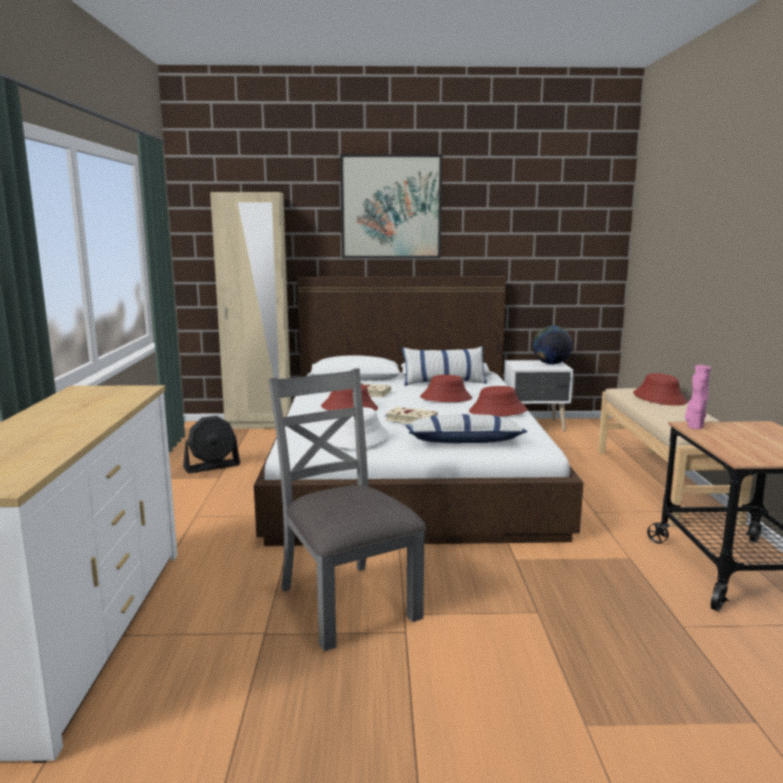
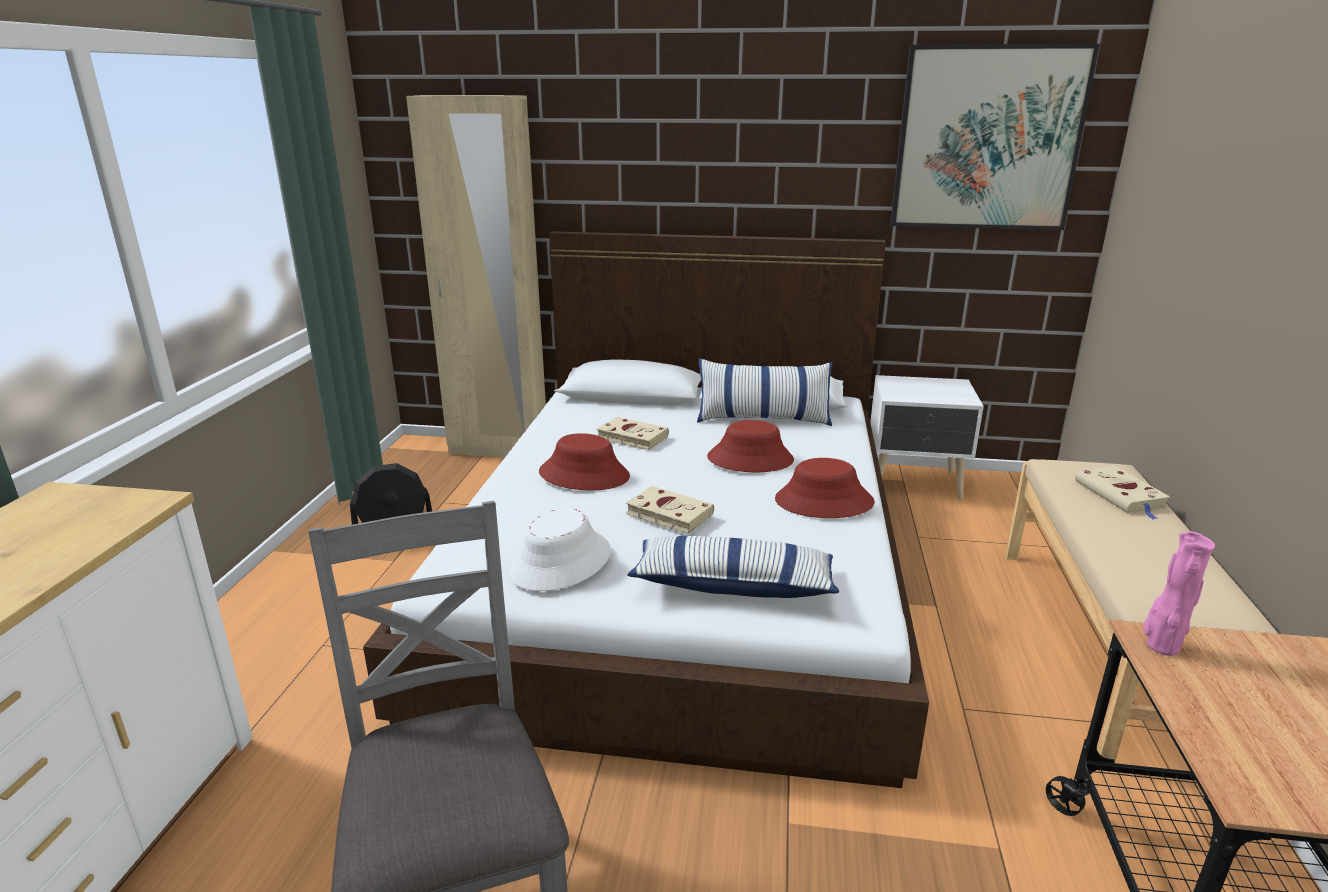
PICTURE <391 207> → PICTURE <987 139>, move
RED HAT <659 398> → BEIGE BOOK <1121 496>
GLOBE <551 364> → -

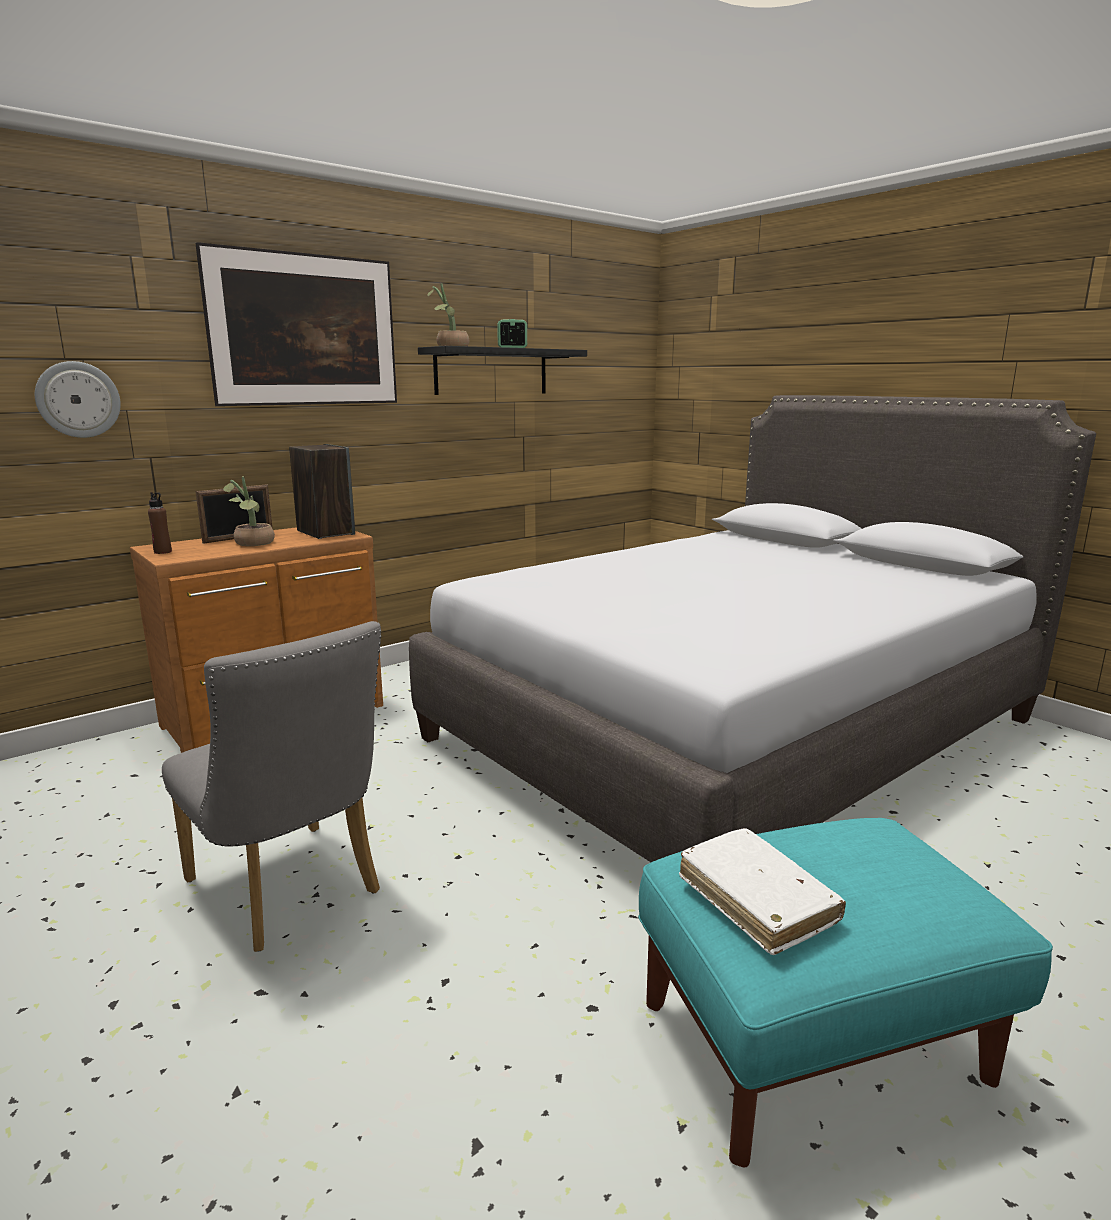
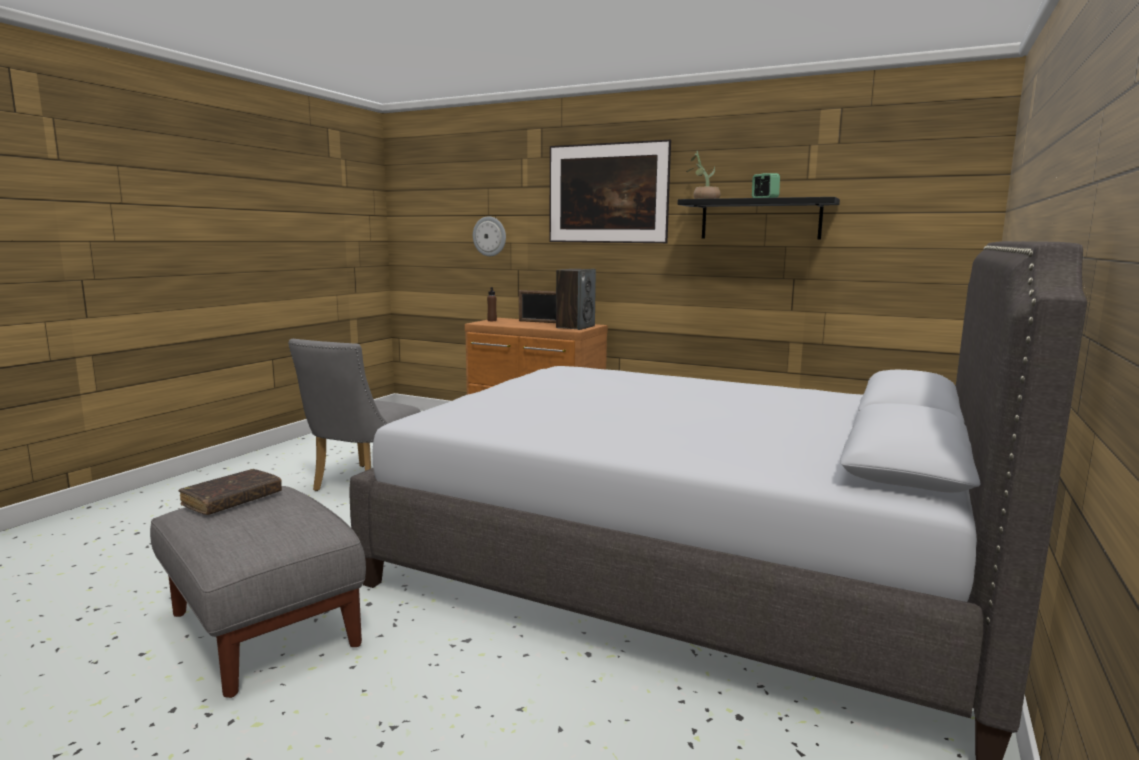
TURQUOISE OTTOMAN <811 1044> → GREY OTTOMAN <263 630>
WHITE BOOK <756 900> → BROWN BOOK <232 500>
POTTED PLANT <252 544> → -

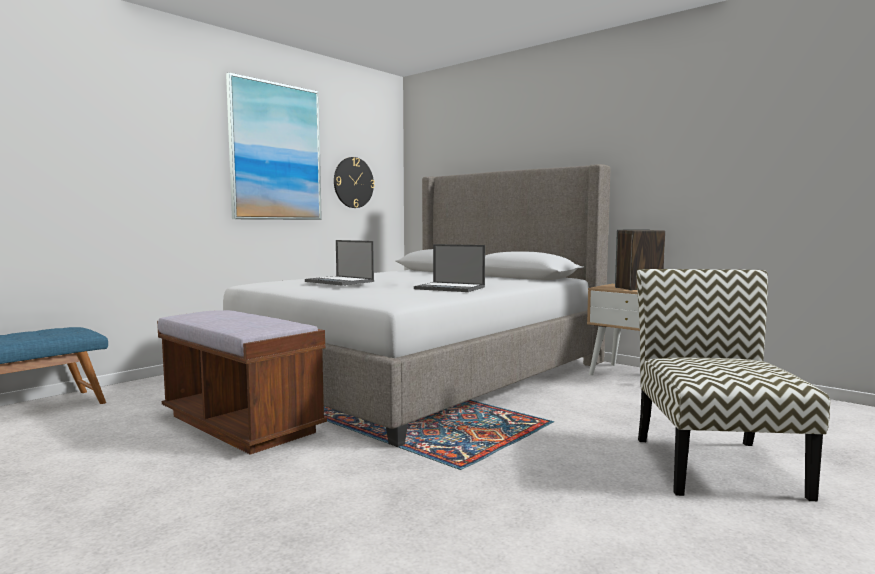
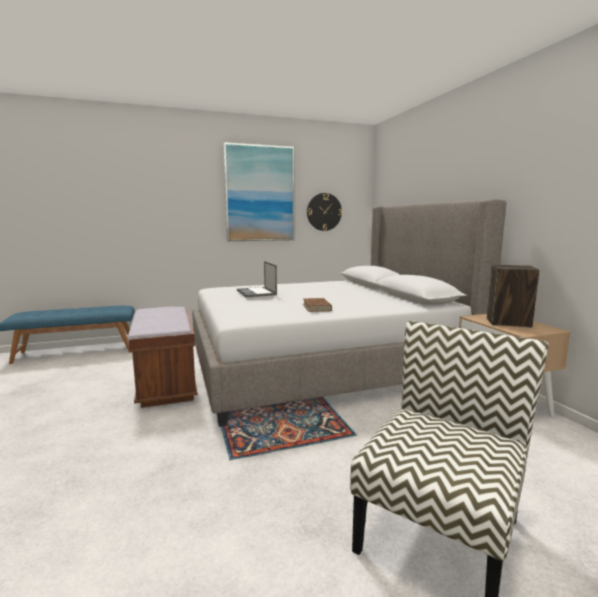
LAPTOP <450 288> → BROWN BOOK <317 307>

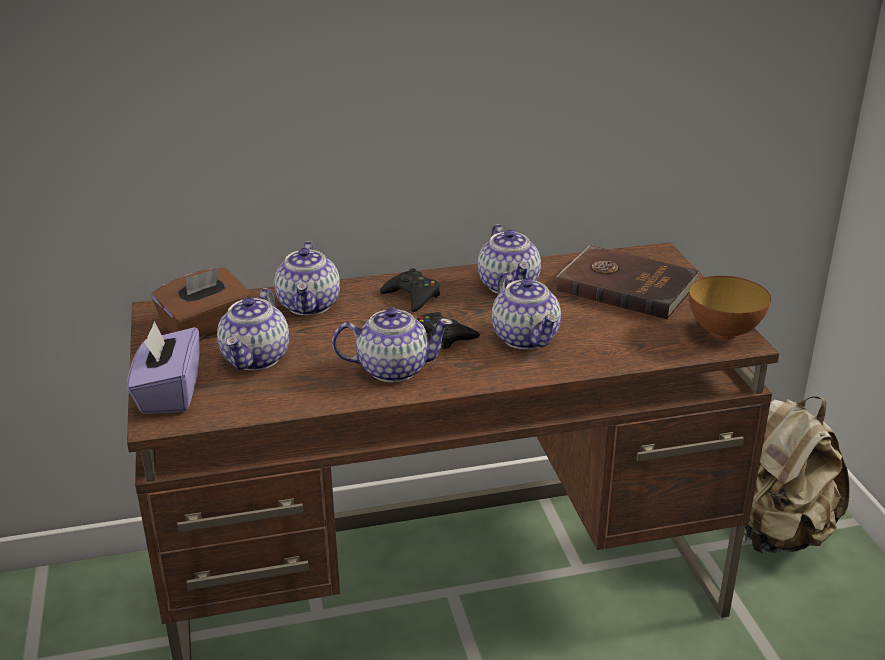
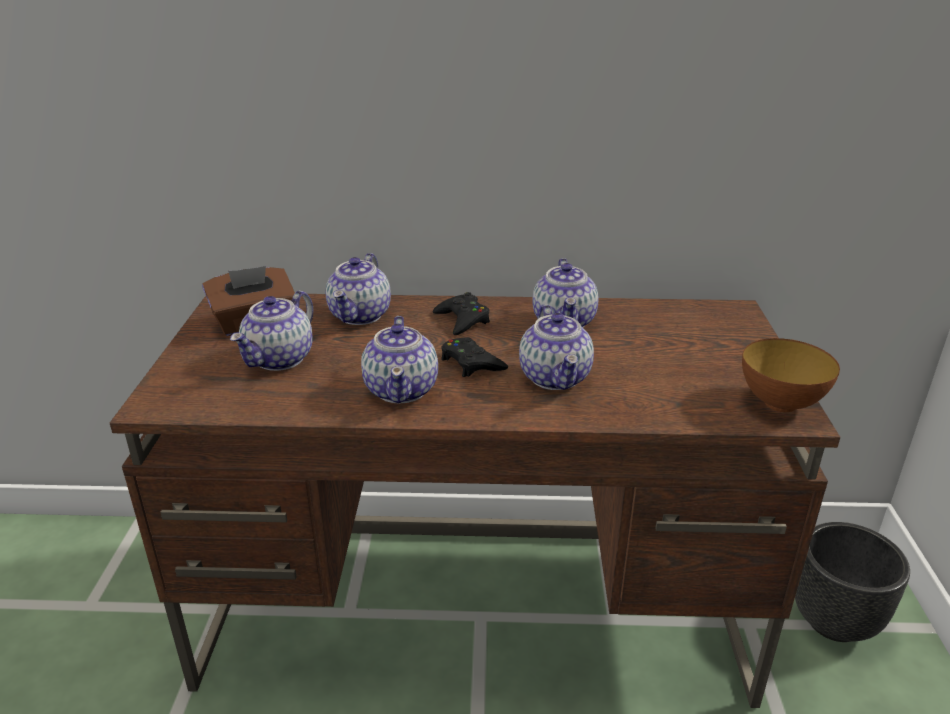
TEAPOT <392 369> → TEAPOT <402 389>, 75 degrees clockwise
BEIGE BACKPACK <774 533> → BLACK PLANTER <835 622>
PURPLE TISSUE BOX <169 393> → -
BROWN BOOK <626 286> → -

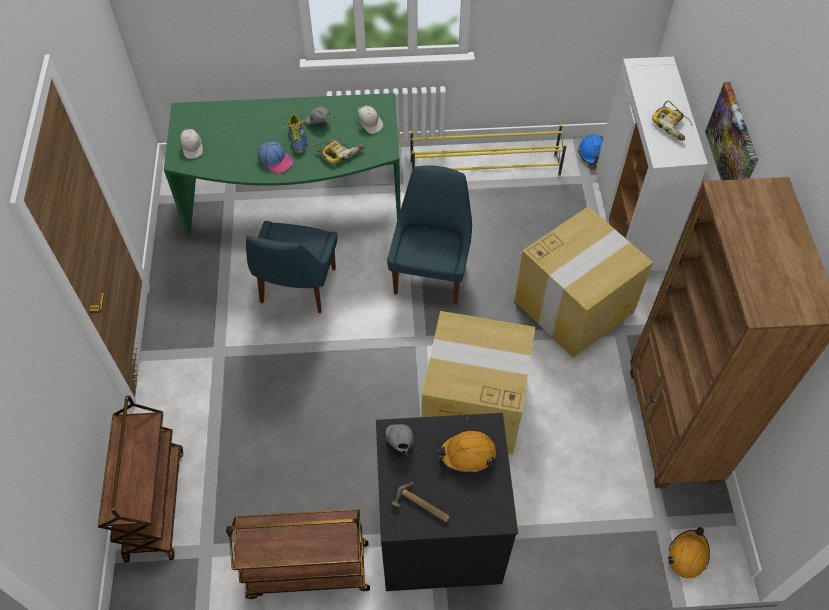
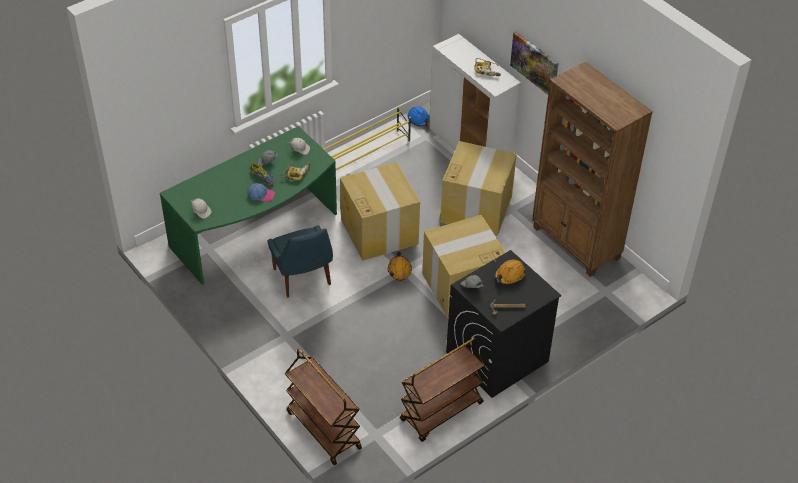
BLUE CHAIR <431 273> → CARDBOARD BOX <379 231>
ORANGE HARD HAT <688 555> → ORANGE HARD HAT <399 270>, move

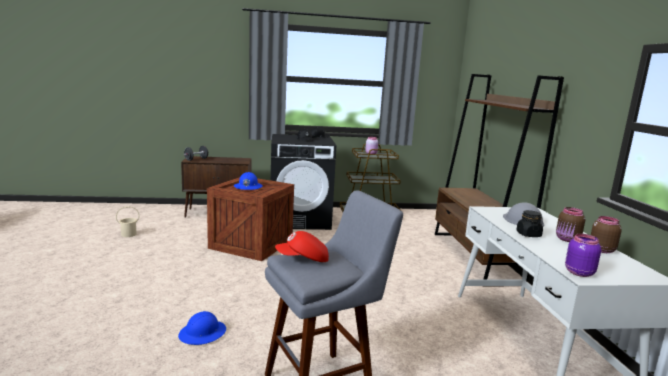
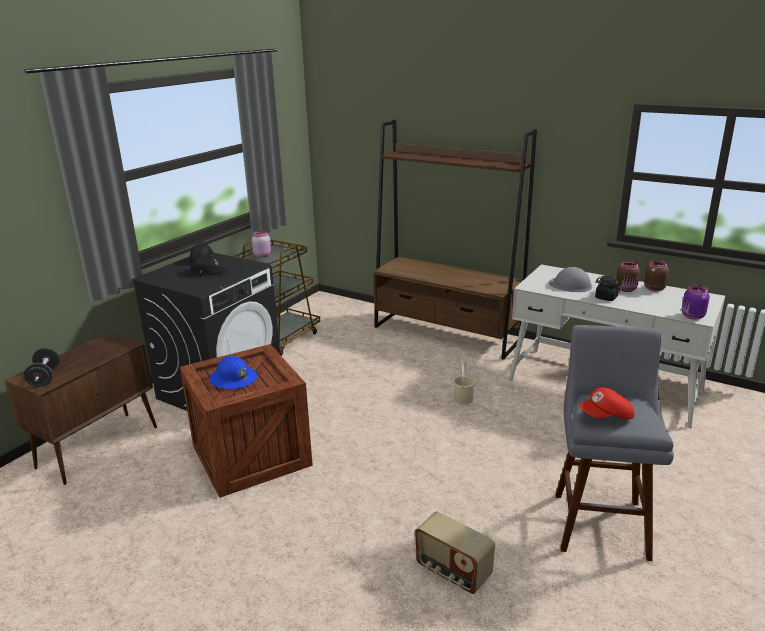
BLUE HARD HAT <202 333> → RADIO <452 572>
BEIGE BUCKET <128 234> → BEIGE BUCKET <463 399>, move
RED CAP <303 259> → RED CAP <606 417>, 45 degrees clockwise

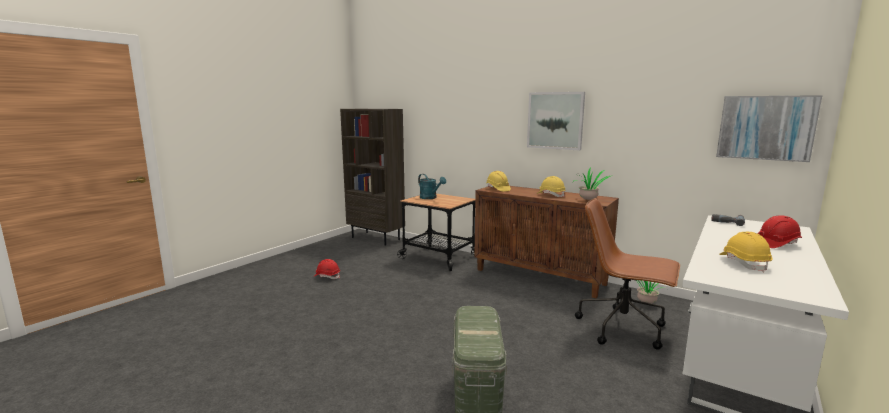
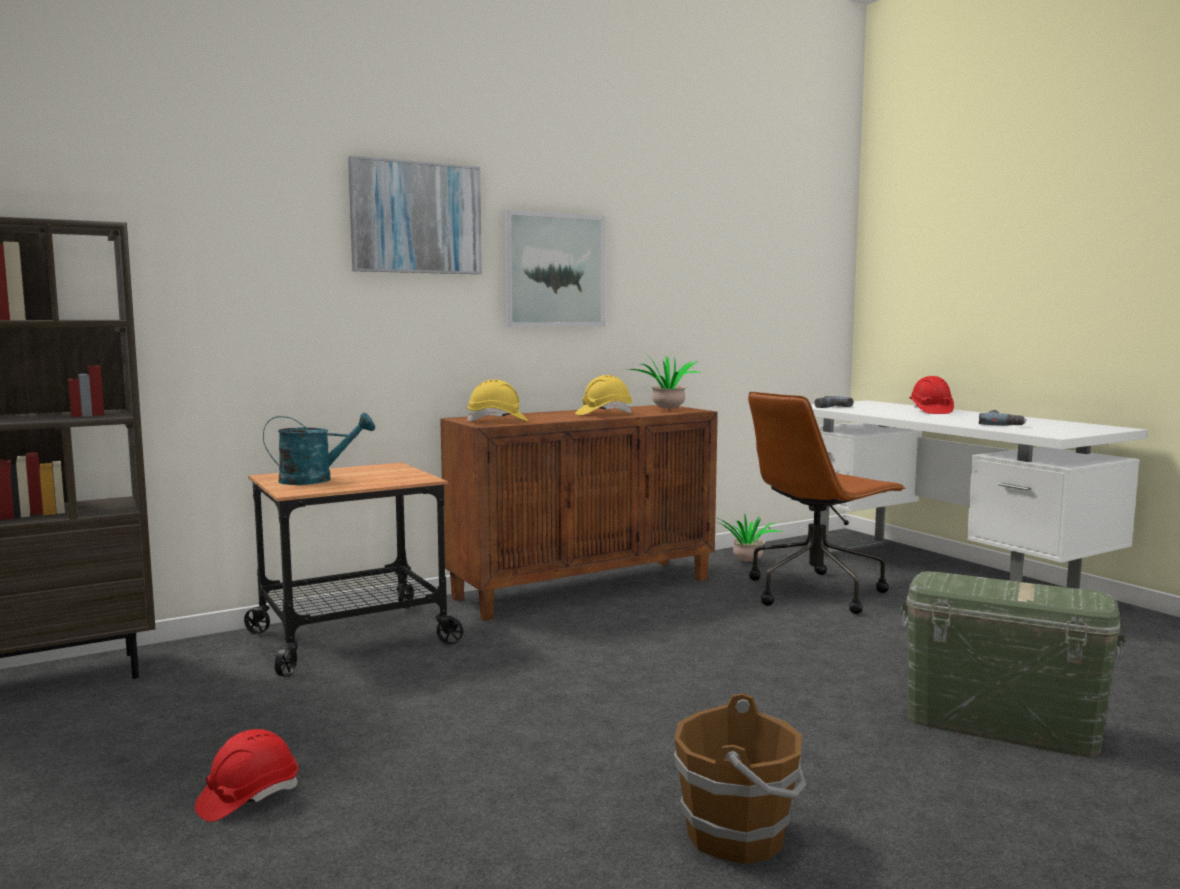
PICTURE <765 127> → PICTURE <416 218>, move
- → BROWN BUCKET <739 835>
YELLOW HARD HAT <744 263> → POWER DRILL <1002 424>

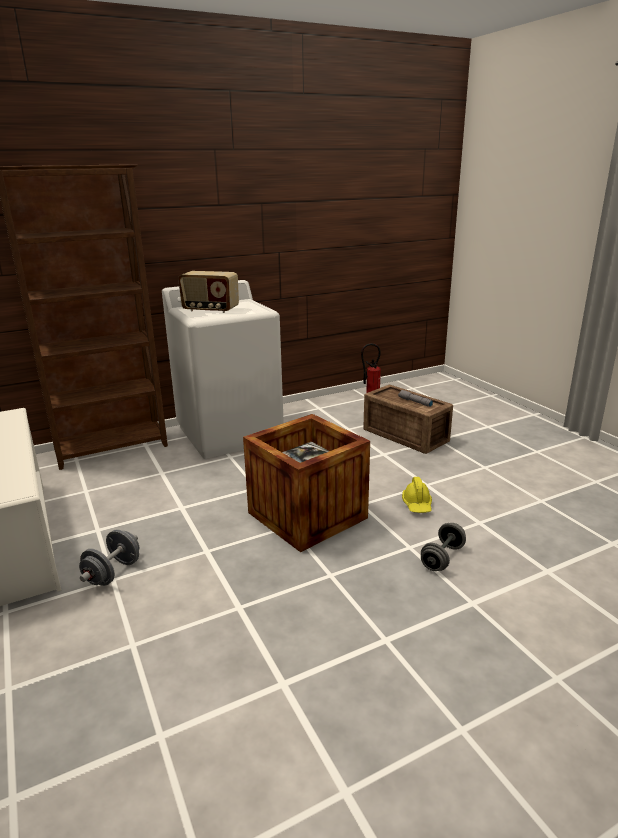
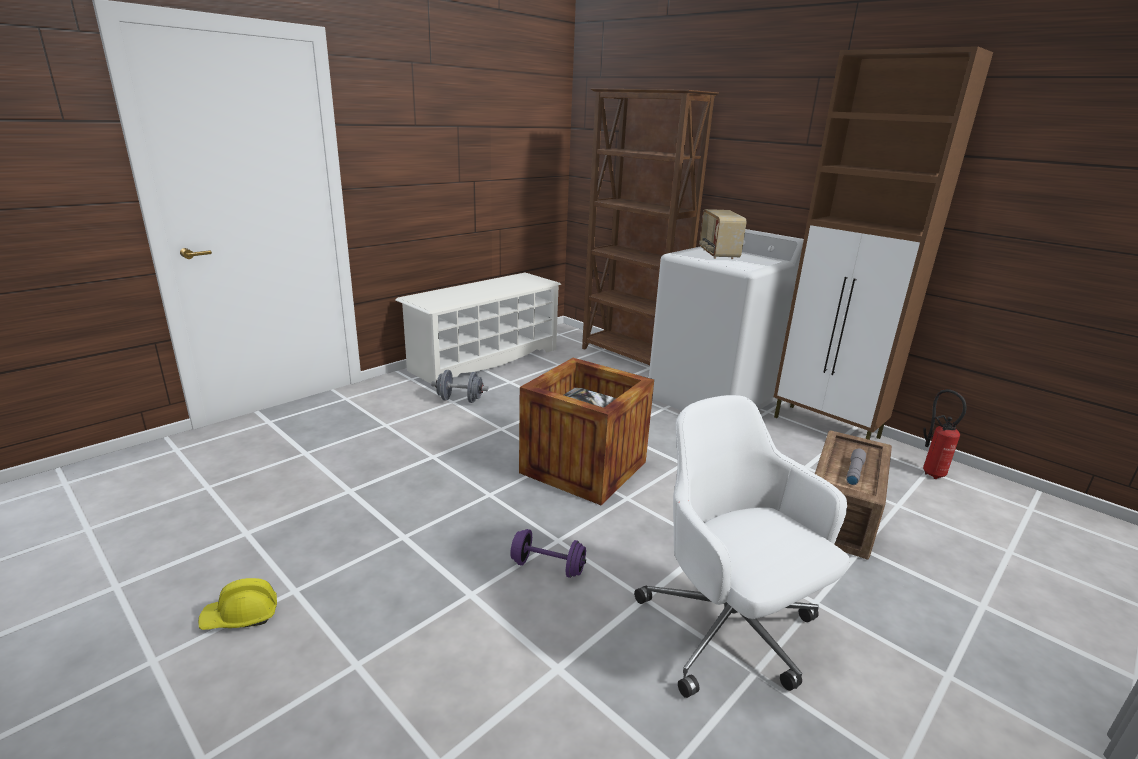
YELLOW HARD HAT <417 504> → YELLOW HARD HAT <241 616>, move
GREY DUMBBELL <442 558> → PURPLE DUMBBELL <547 567>
- → WHITE OFFICE CHAIR <730 631>
- → BROWN CABINET <827 428>

